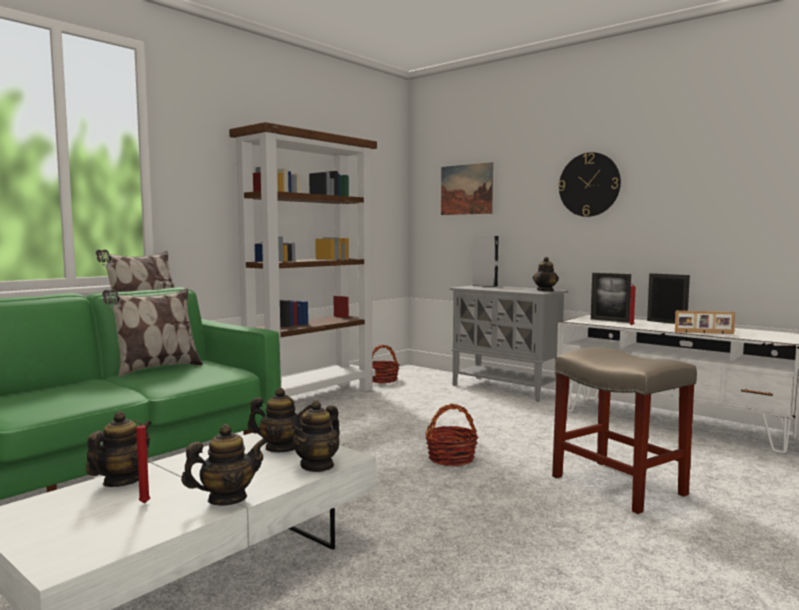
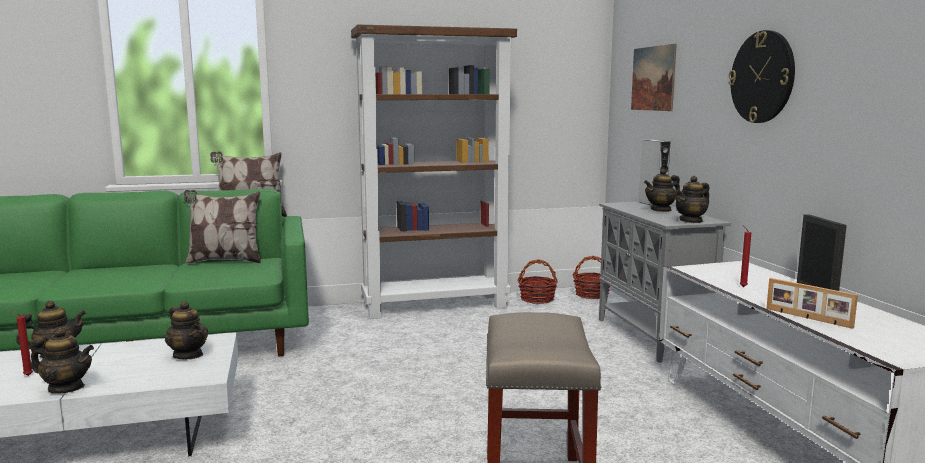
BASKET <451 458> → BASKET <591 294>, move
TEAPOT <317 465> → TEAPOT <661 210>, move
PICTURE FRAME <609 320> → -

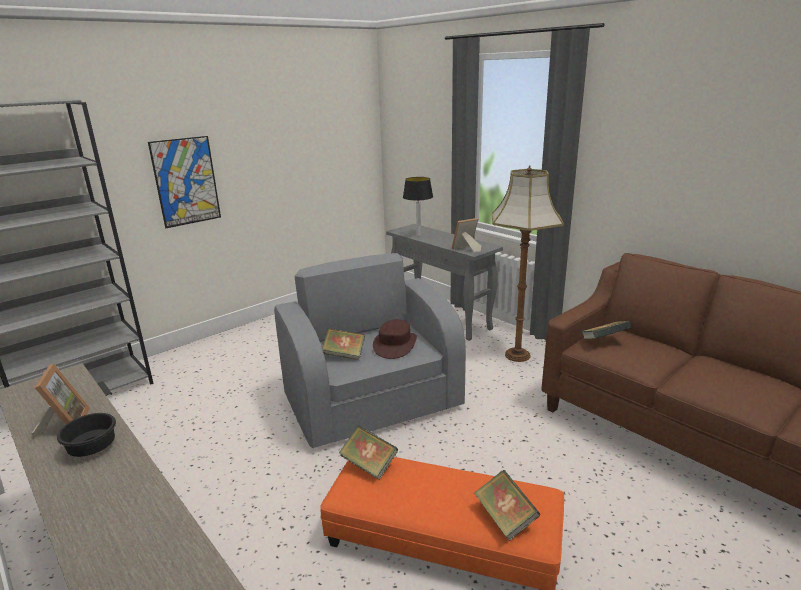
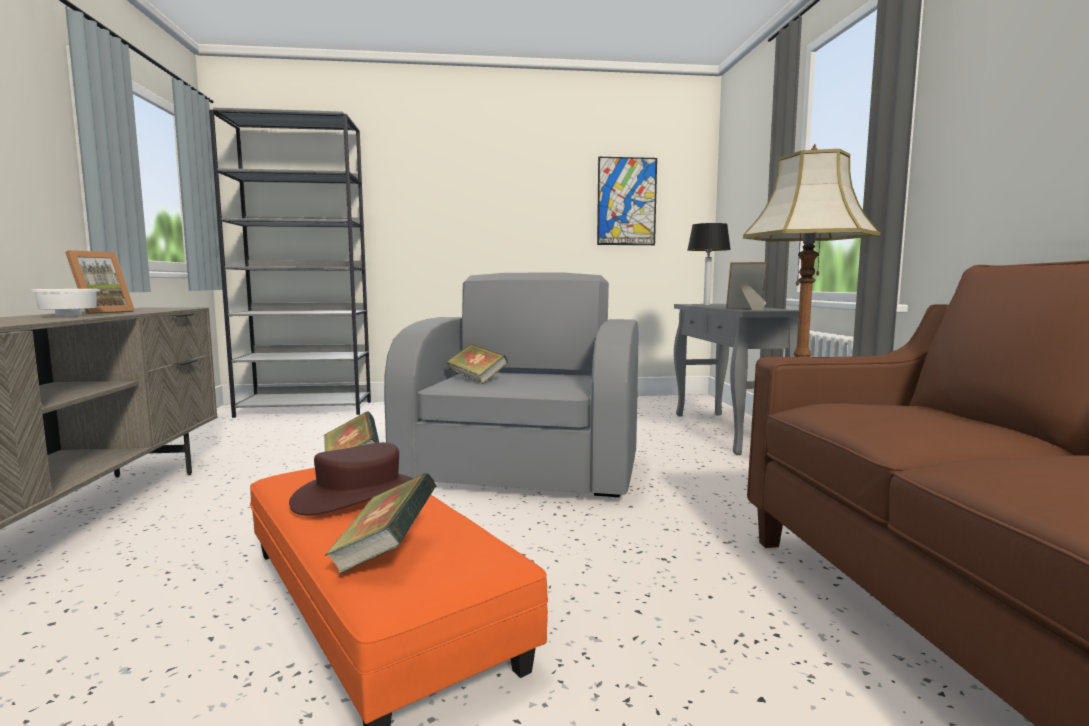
BLACK BOWL <93 449> → WHITE BOWL <67 316>
BROWN HAT <395 345> → BROWN HAT <359 495>, move
PICTURE <186 181> → PICTURE <626 201>, move
BOOK <604 341> → -

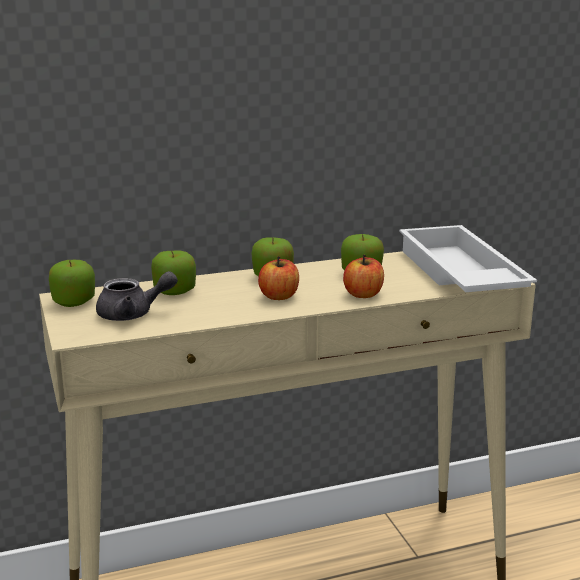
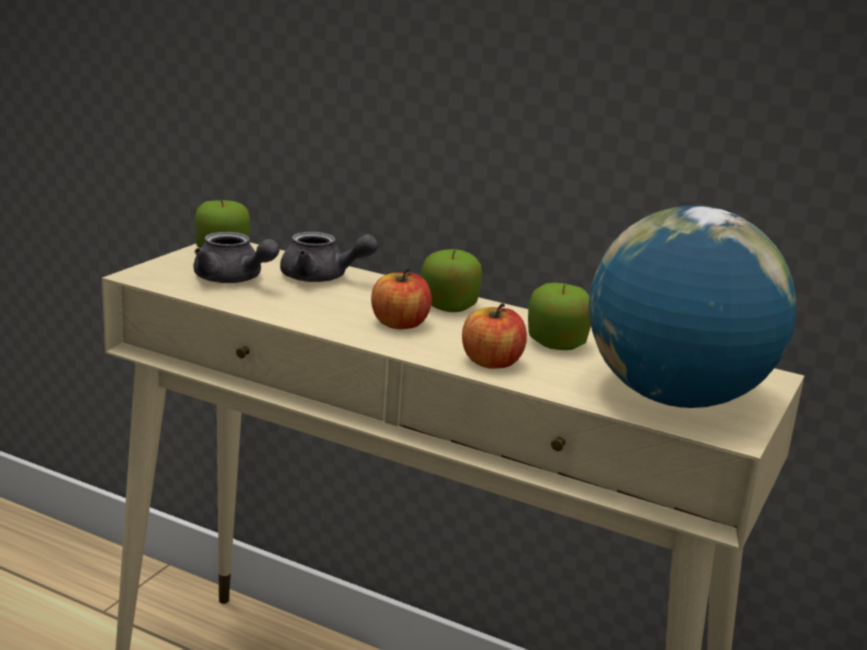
APPLE <174 291> → GREY TEAPOT <322 278>
WHITE TRAY <457 274> → GLOBE <674 398>

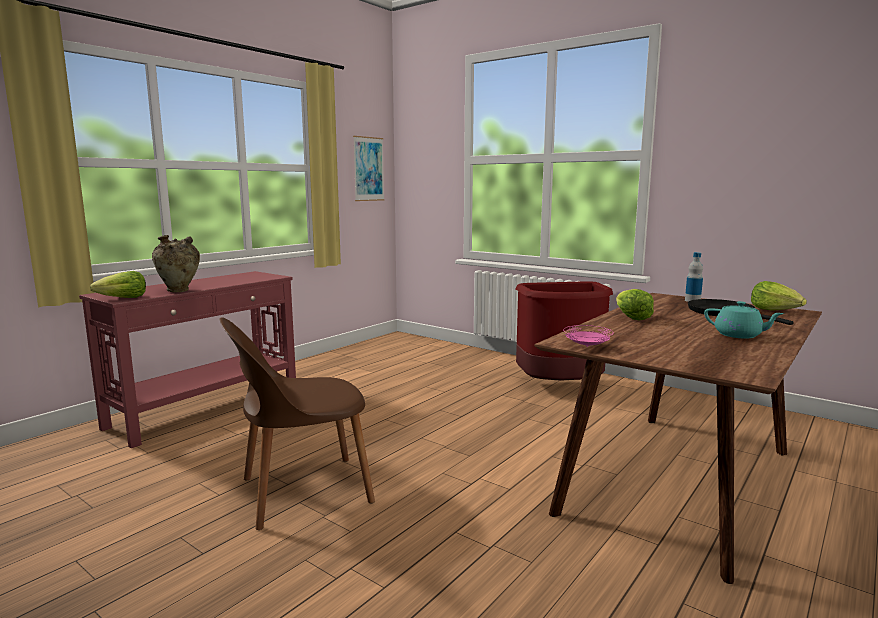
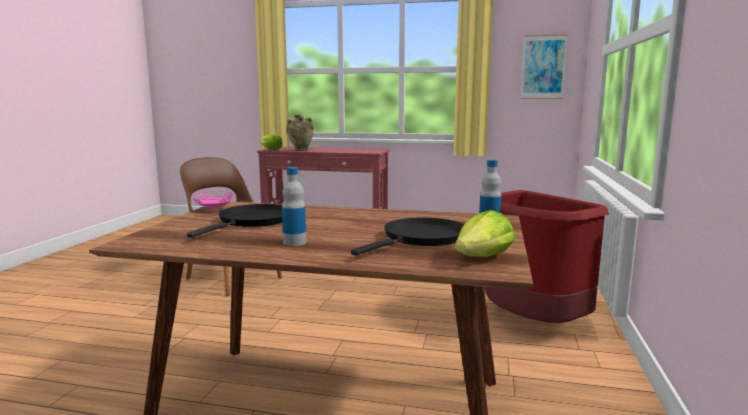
- → BLACK FRYING PAN <253 221>
TURQUOISE TEAPOT <739 335> → BOTTLE <294 242>
LETTUCE <631 317> → -

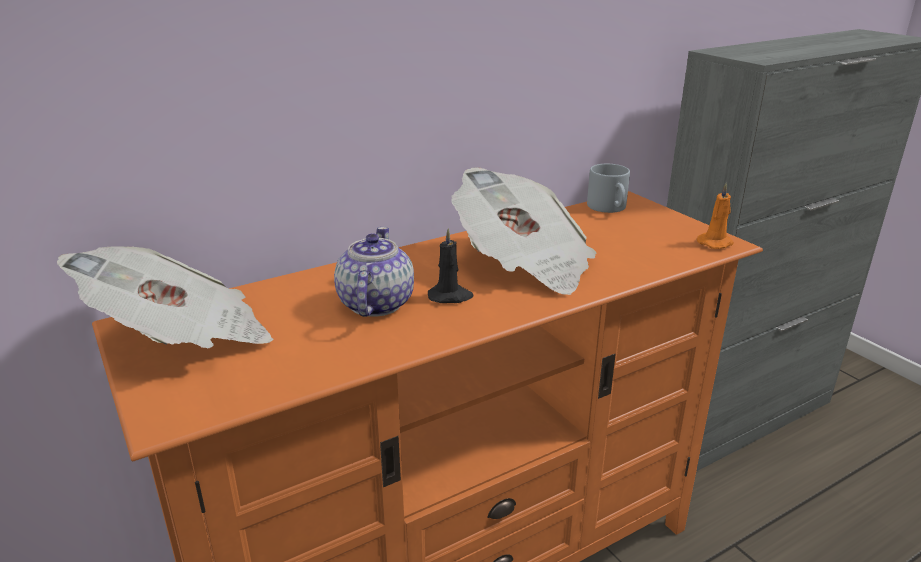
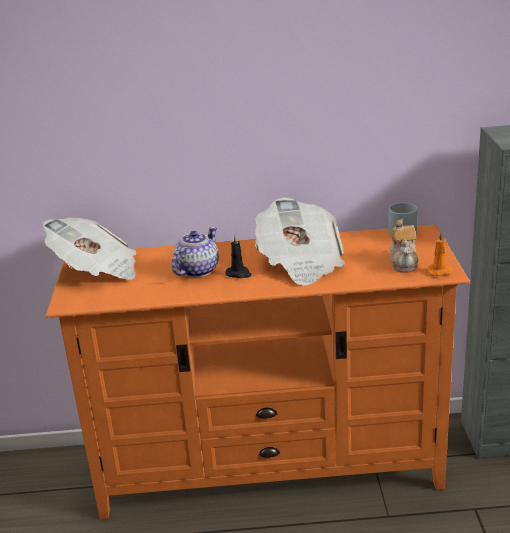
- → TEAPOT <404 262>

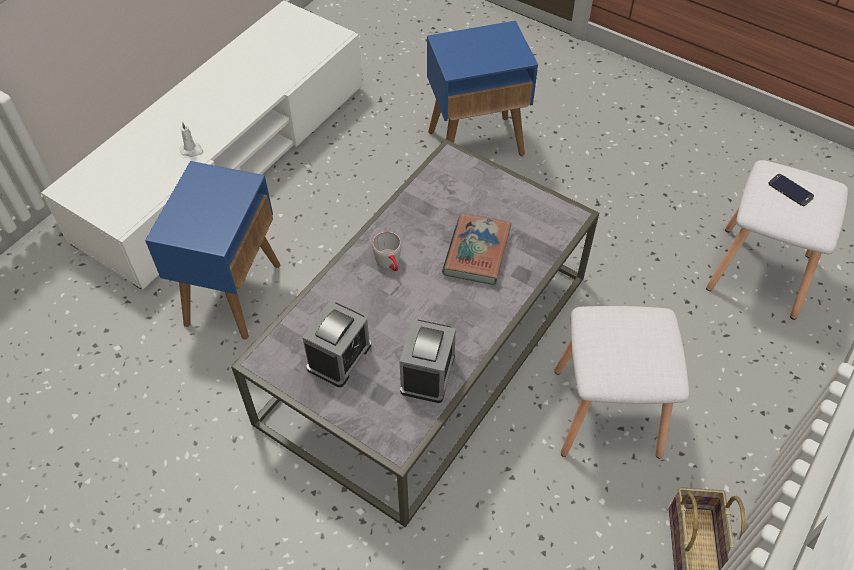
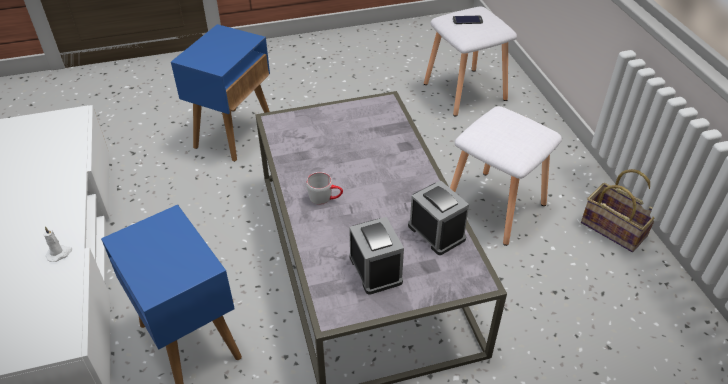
BOOK <477 252> → -

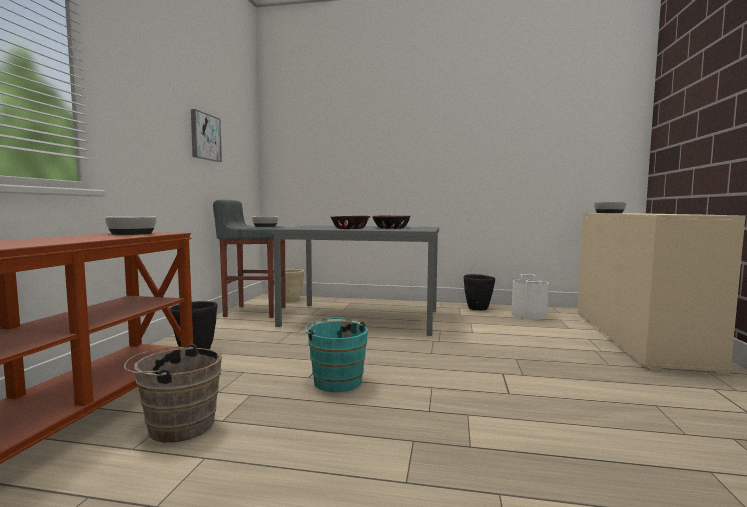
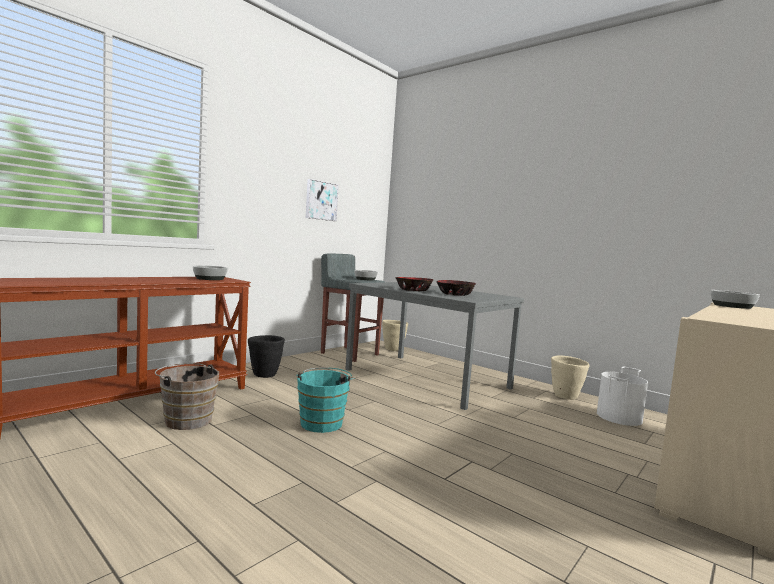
BLACK PLANTER <478 309> → BEIGE PLANTER <566 397>

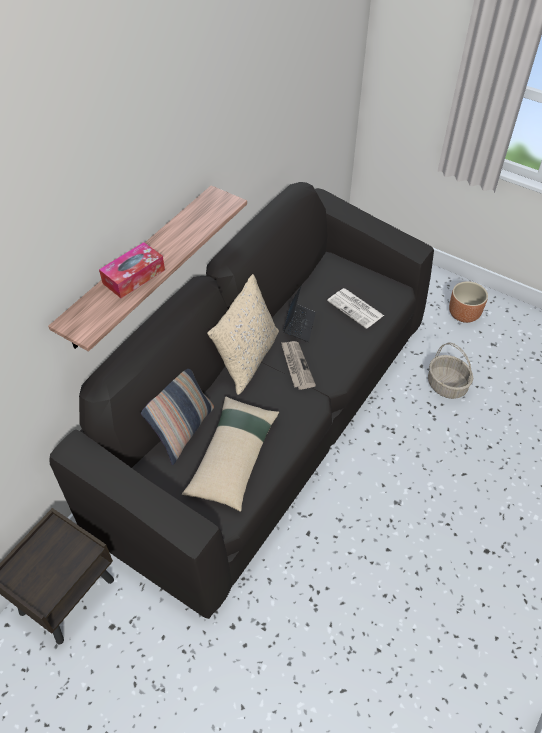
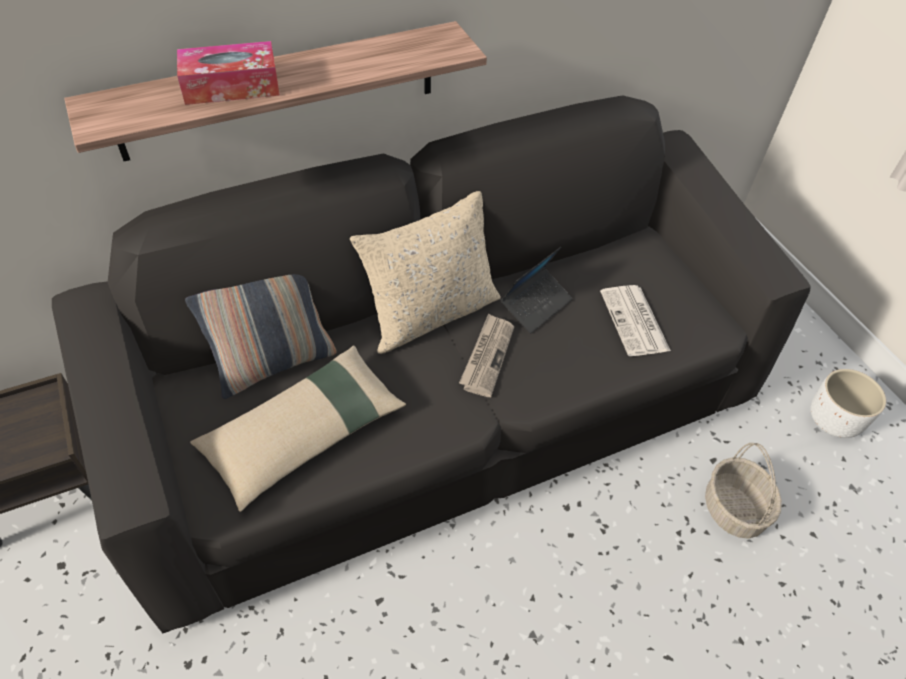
BROWN PLANTER <464 314> → WHITE PLANTER <833 420>

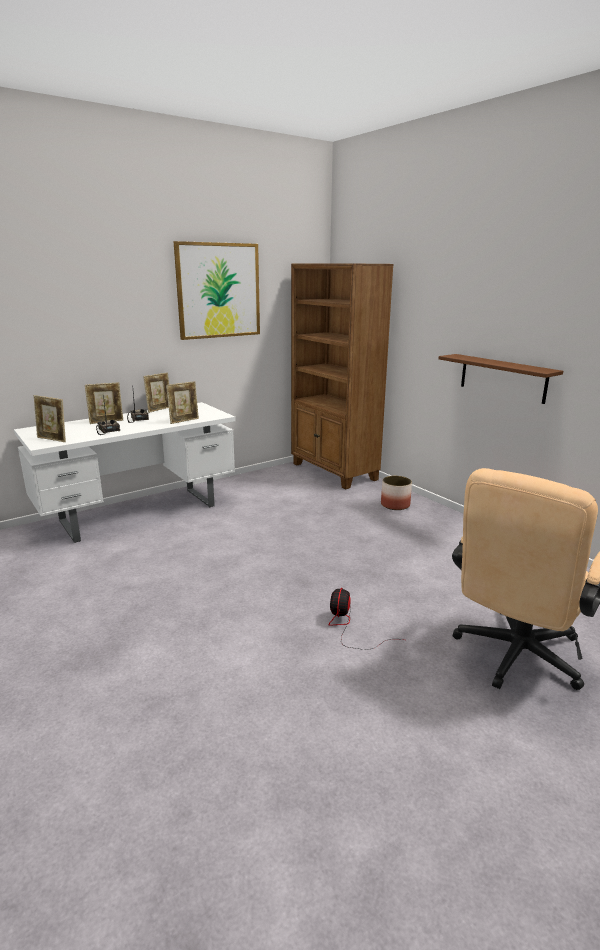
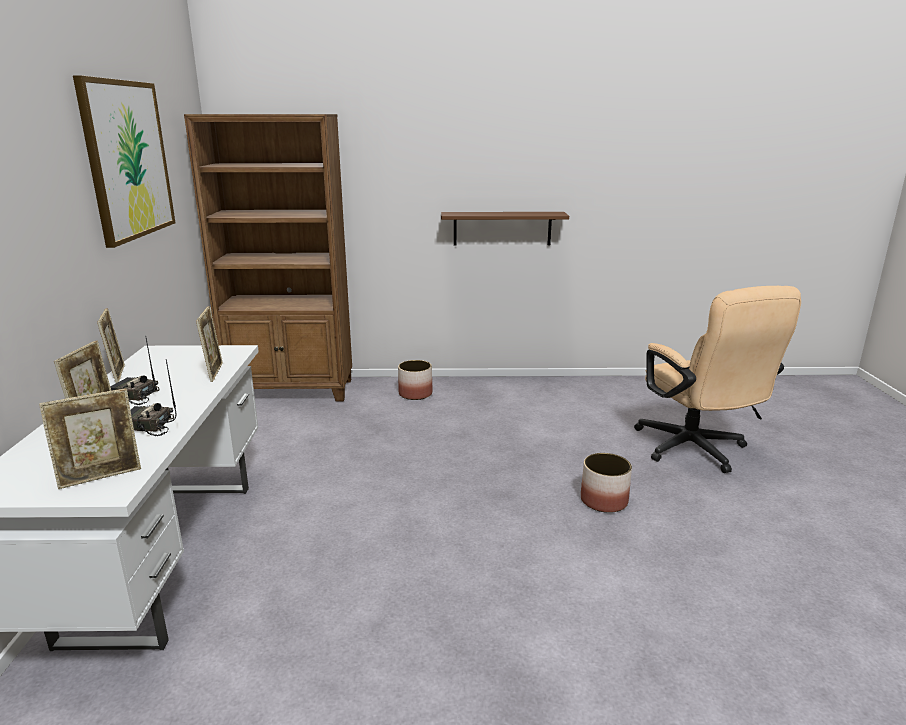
FAN <349 627> → PLANTER <603 501>

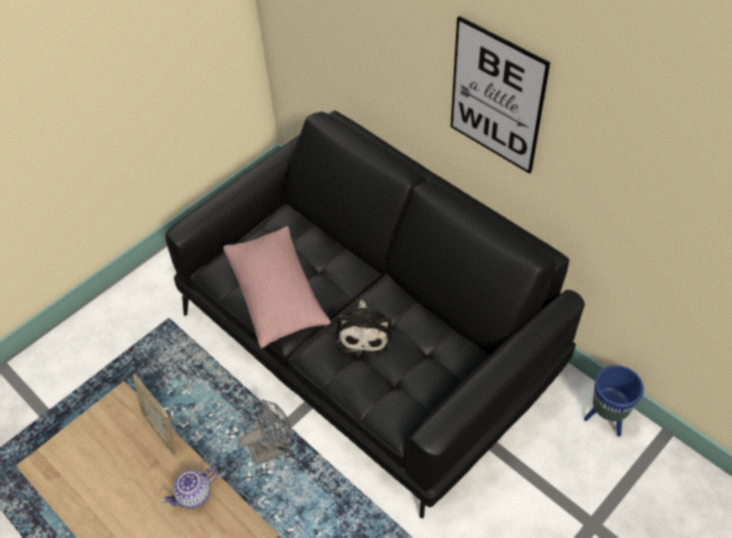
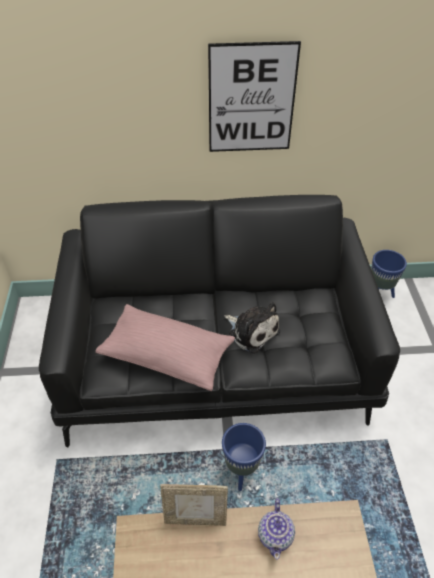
GREY FAN <273 449> → BLUE PLANTER <241 471>

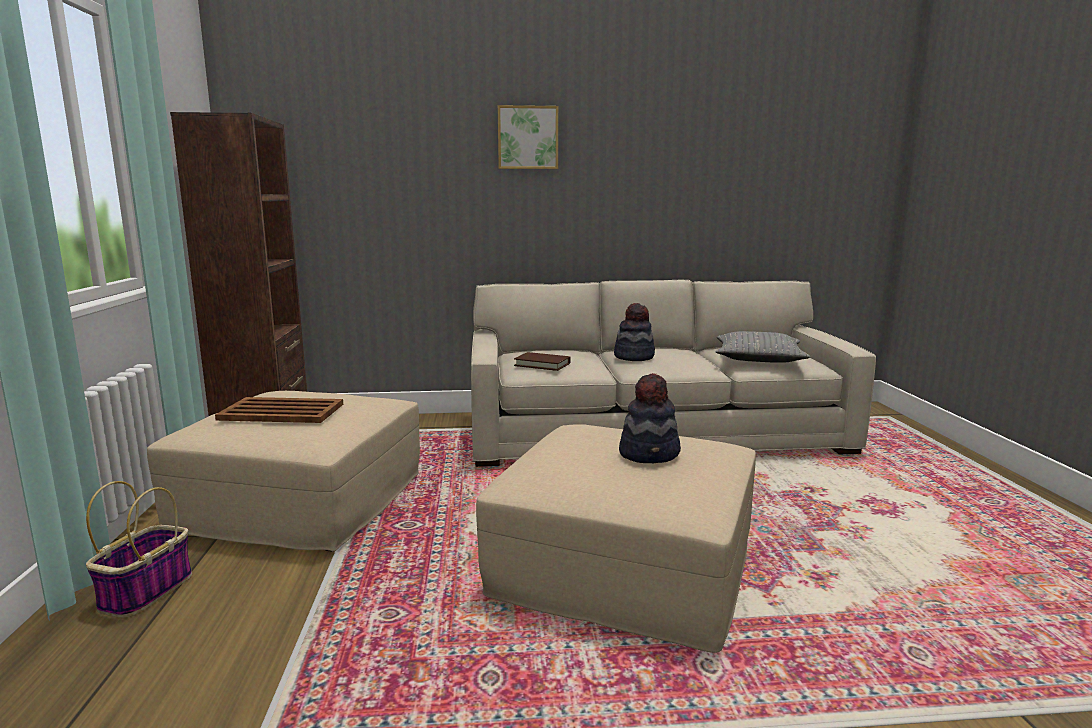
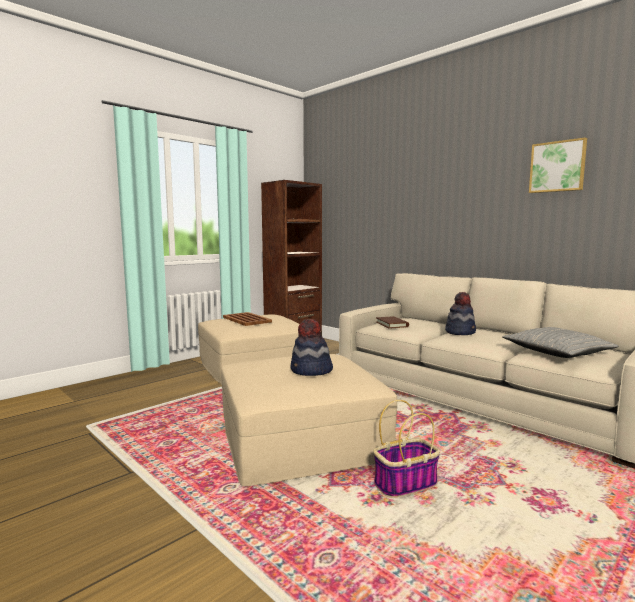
BASKET <147 591> → BASKET <405 484>, move
PICTURE <527 138> → PICTURE <557 167>, move

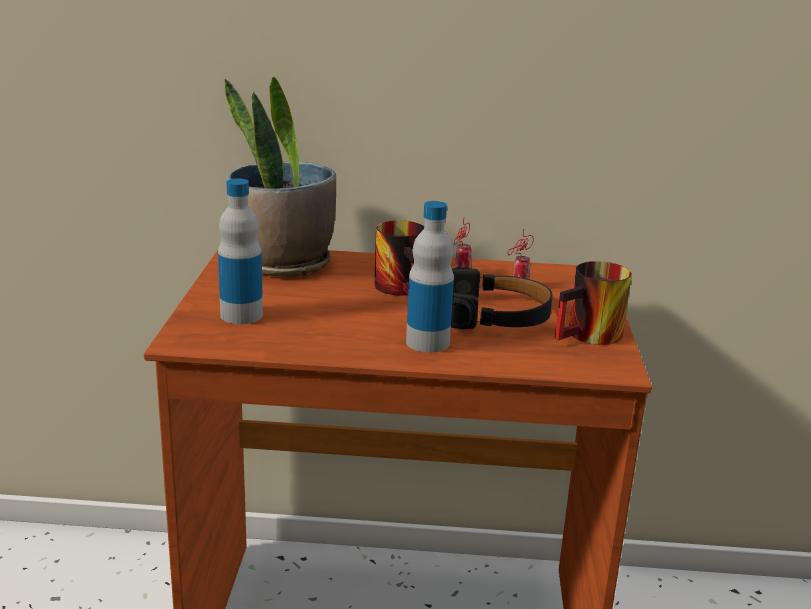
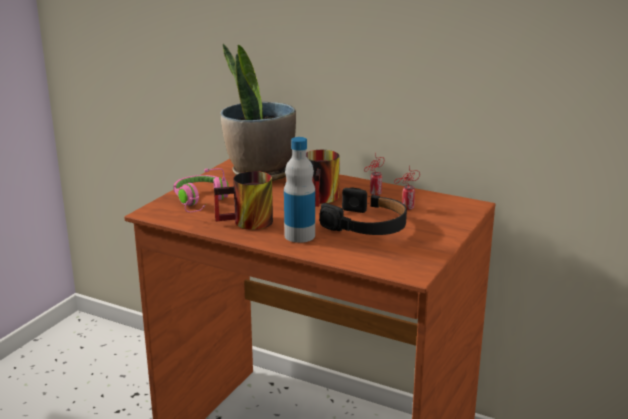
BOTTLE <241 315> → PINK HEADPHONES <201 202>
MUG <591 337> → MUG <247 223>, move

